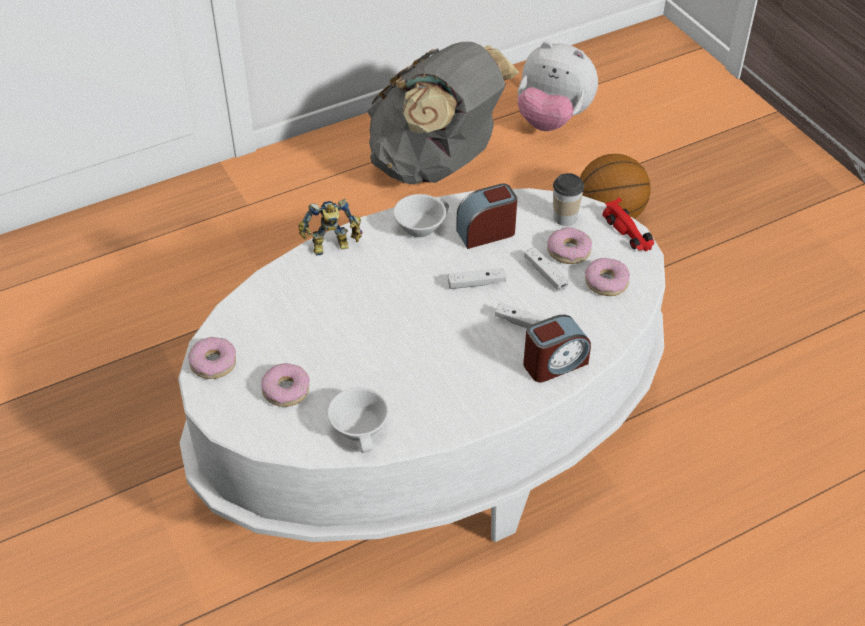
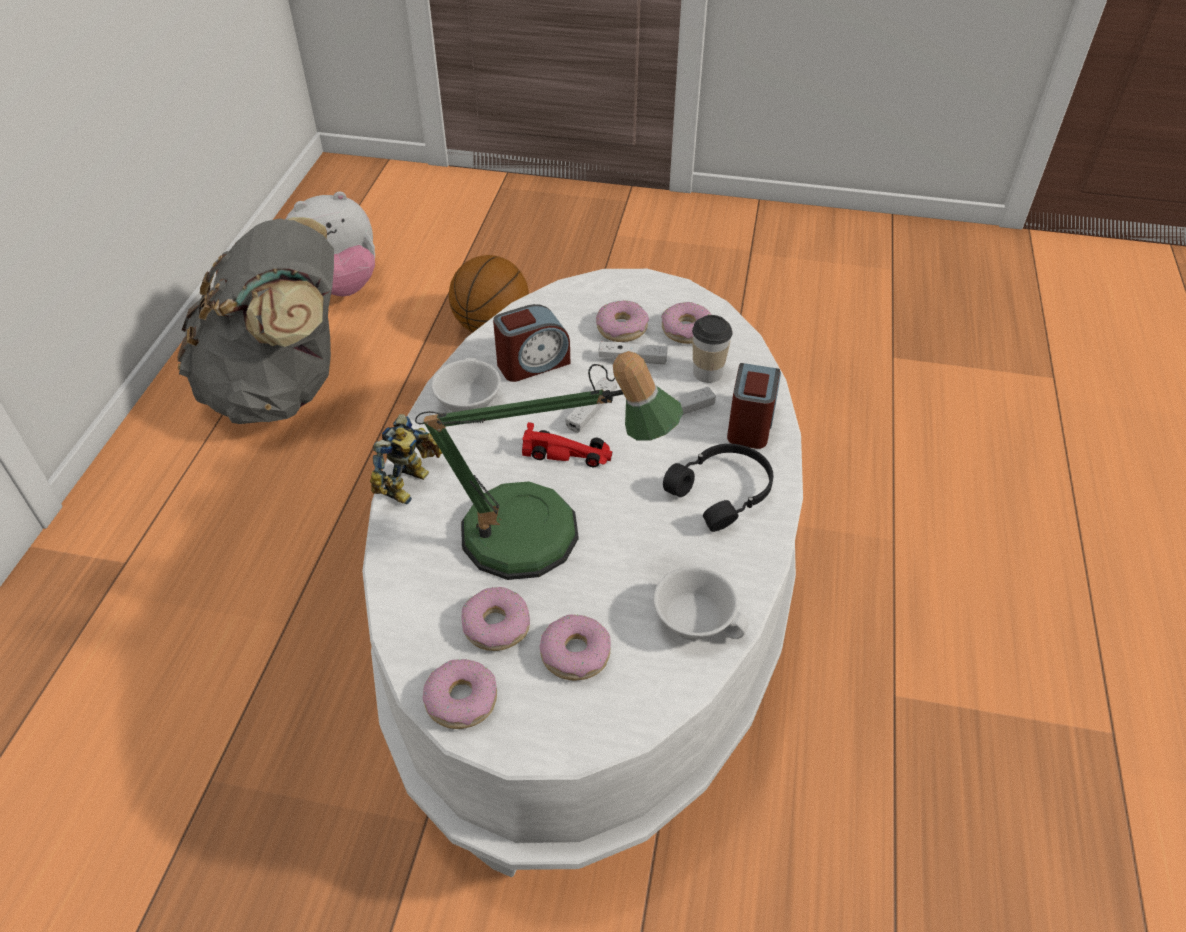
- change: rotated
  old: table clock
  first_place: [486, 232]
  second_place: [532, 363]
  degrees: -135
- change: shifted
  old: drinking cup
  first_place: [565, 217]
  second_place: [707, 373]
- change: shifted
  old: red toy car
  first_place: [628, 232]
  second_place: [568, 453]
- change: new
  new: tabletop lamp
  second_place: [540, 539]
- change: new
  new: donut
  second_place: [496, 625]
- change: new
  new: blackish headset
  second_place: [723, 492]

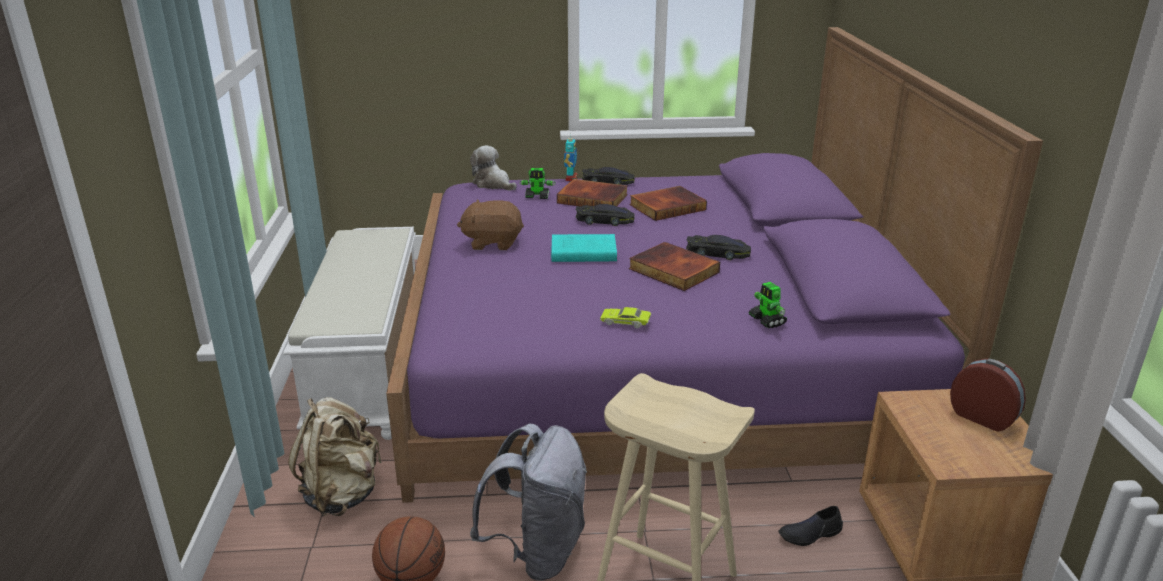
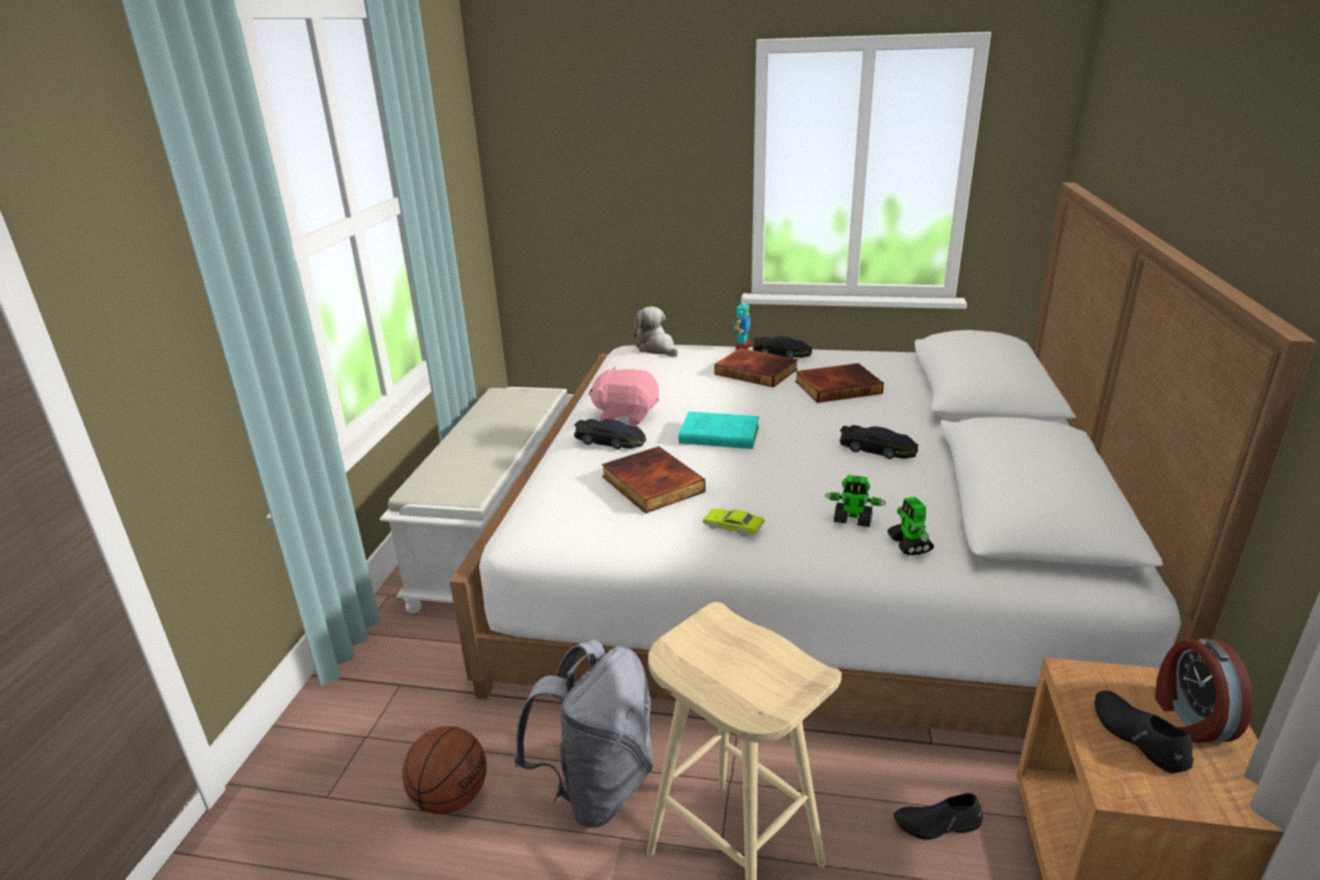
- change: gone
  old: beige knapsack
  first_place: [342, 494]
- change: repainted
  old: purplish bed
  new: white-coloured bed
  first_place: [650, 358]
  second_place: [802, 558]
- change: repainted
  old: brownish plush toy
  new: pink plush toy
  first_place: [493, 243]
  second_place: [626, 415]
- change: shifted
  old: model robot
  first_place: [537, 197]
  second_place: [853, 519]
- change: shifted
  old: blackish toy car
  first_place: [605, 220]
  second_place: [610, 440]
- change: shifted
  old: bound book
  first_place: [672, 271]
  second_place: [650, 484]
- change: rotated
  old: table clock
  first_place: [983, 417]
  second_place: [1190, 718]
  degrees: -150
- change: new
  new: blackish low shoe
  second_place: [1137, 737]

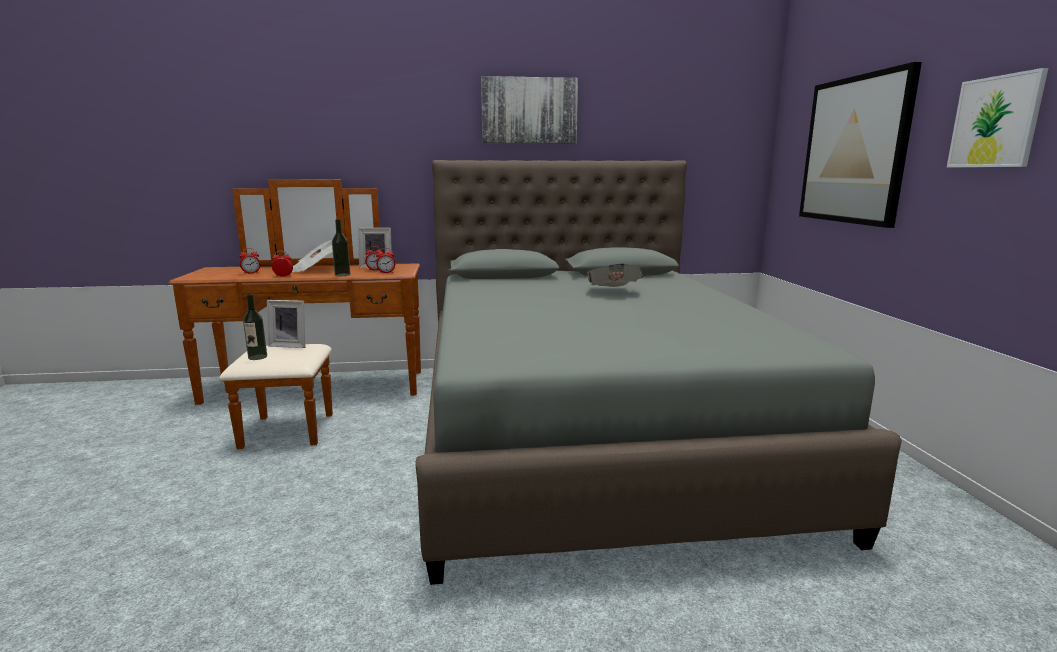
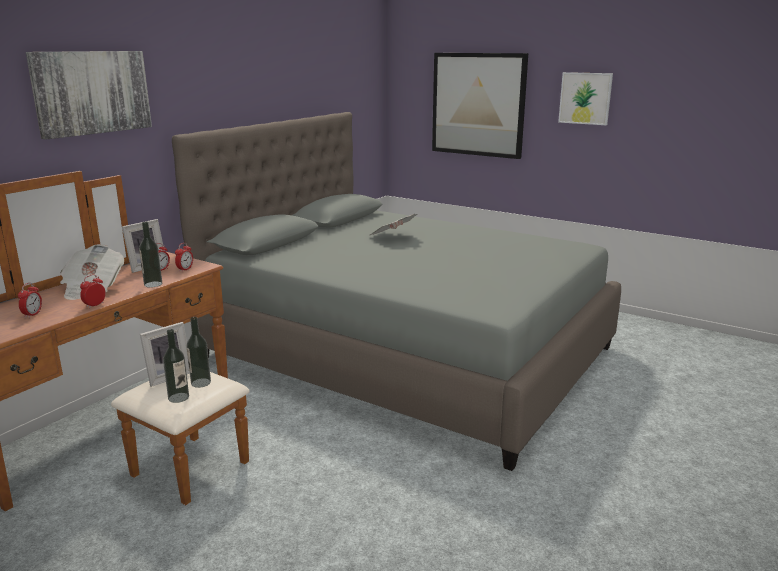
- change: shifted
  old: picture
  first_place: [529, 111]
  second_place: [92, 92]
- change: new
  new: beverage bottle
  second_place: [201, 383]

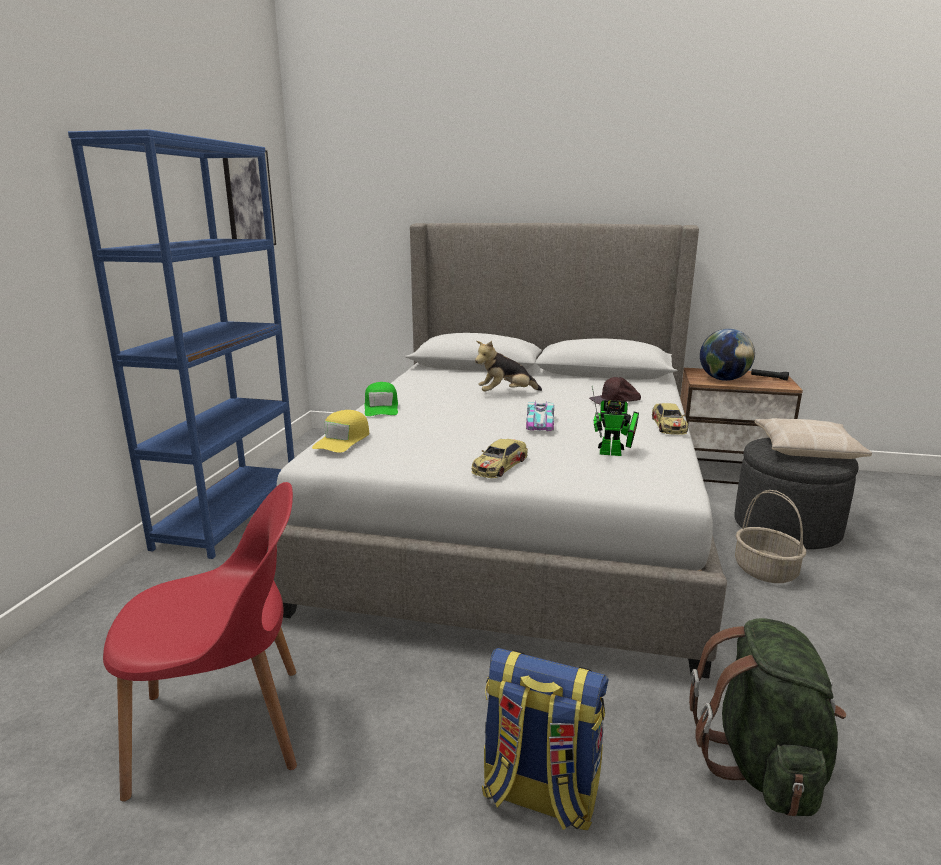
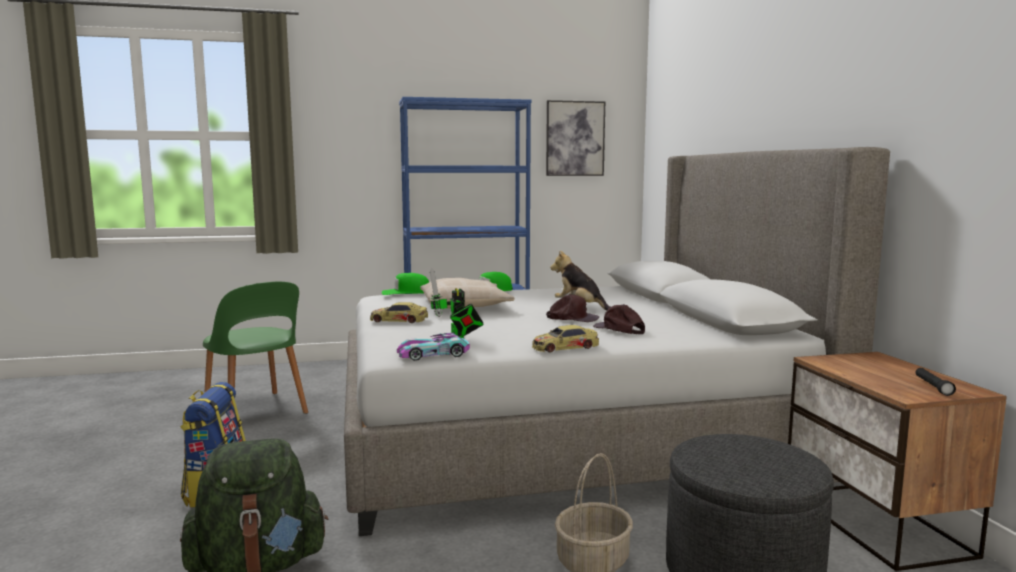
- change: repainted
  old: red chair
  new: greenish chair
  first_place: [226, 728]
  second_place: [255, 411]
- change: repainted
  old: yellow cap
  new: greenish cap
  first_place: [343, 440]
  second_place: [406, 292]
- change: shifted
  old: toy car
  first_place: [540, 423]
  second_place: [433, 354]
- change: gone
  old: desk globe
  first_place: [723, 379]
- change: shifted
  old: beige pillow
  first_place: [806, 449]
  second_place: [465, 305]
- change: new
  new: brownish cap
  second_place: [573, 318]

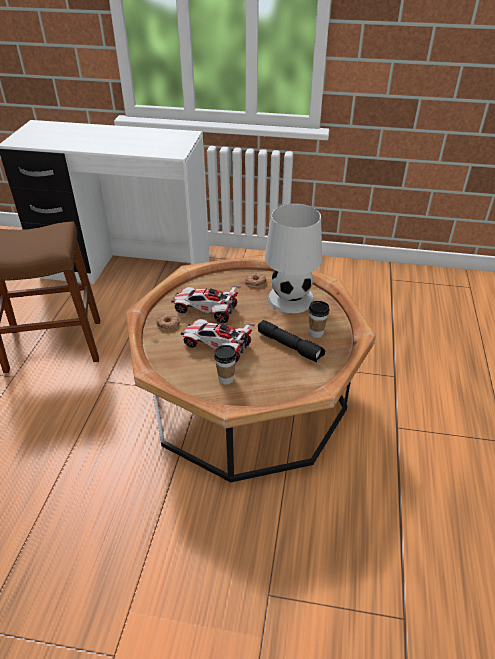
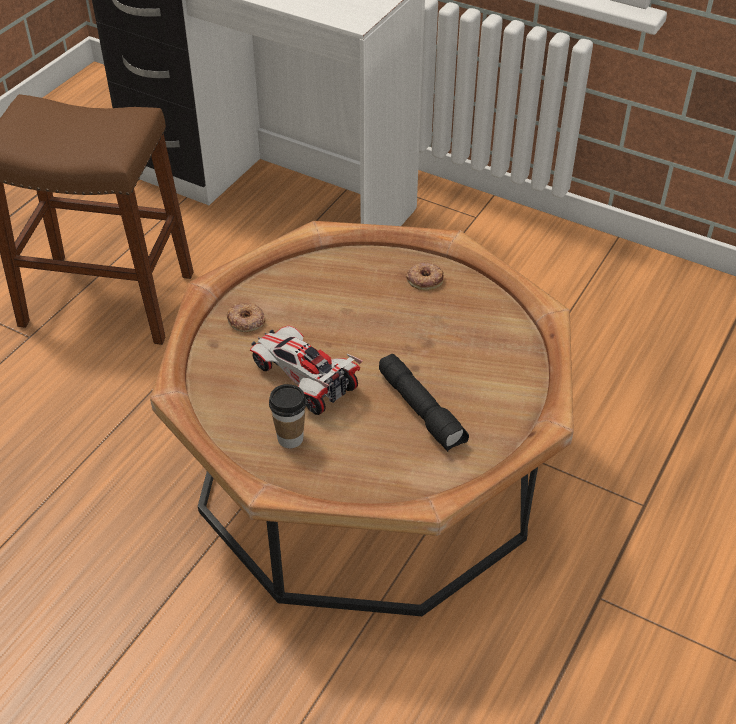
- change: gone
  old: toy car
  first_place: [206, 311]
- change: gone
  old: white-coloured tabletop lamp
  first_place: [290, 299]
- change: gone
  old: drinking cup
  first_place: [316, 333]

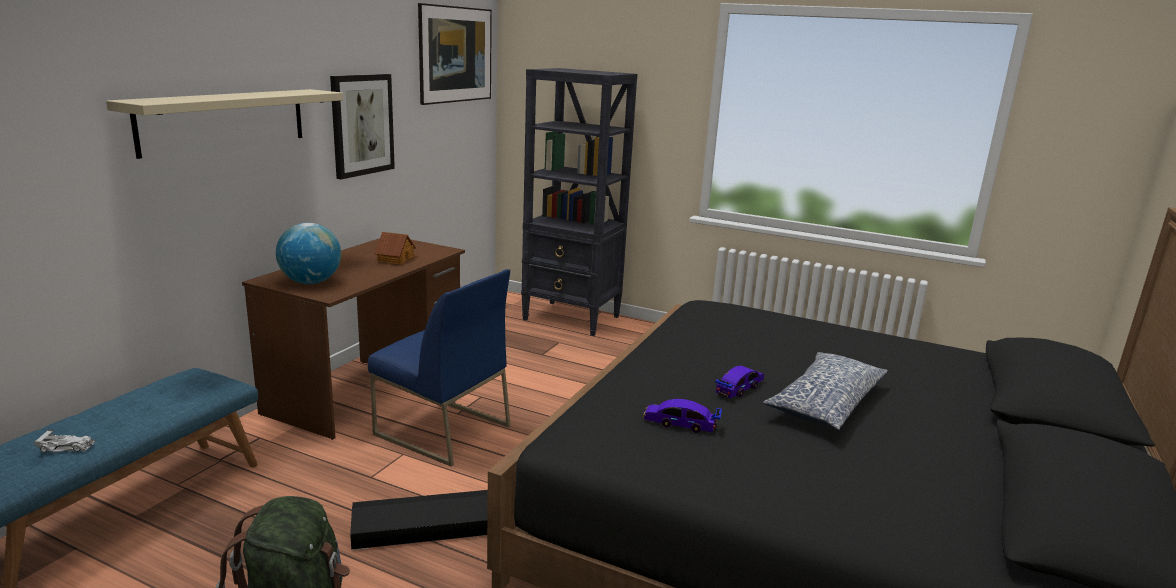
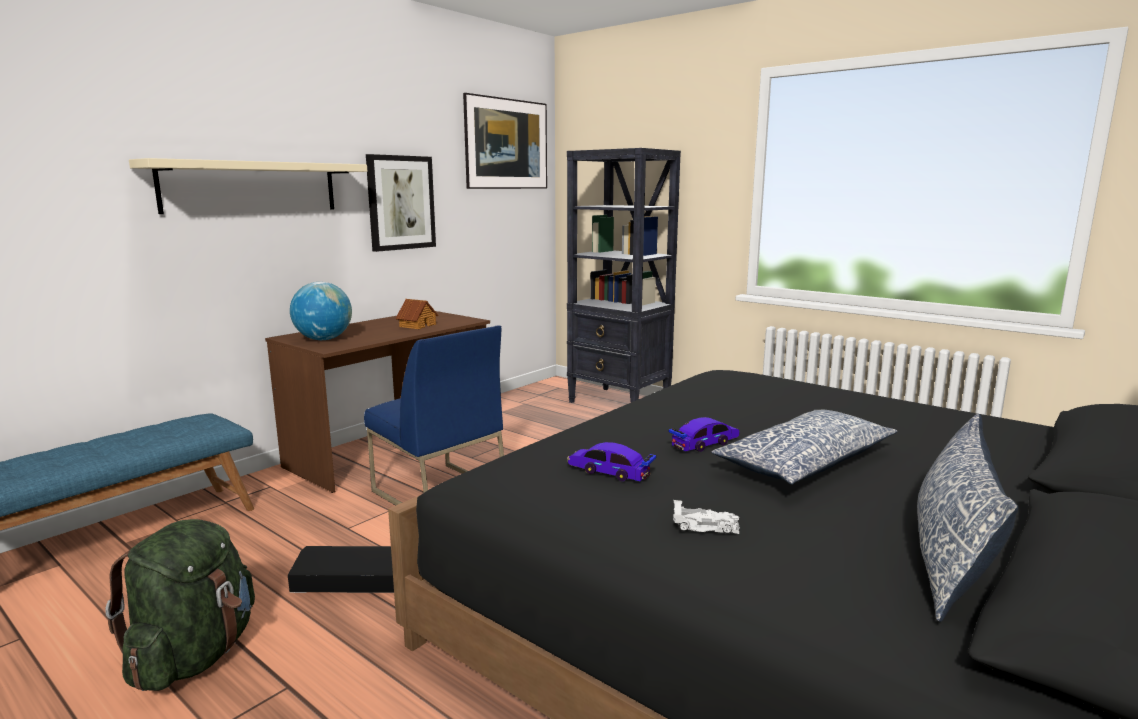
- change: shifted
  old: white-coloured toy car
  first_place: [67, 447]
  second_place: [705, 526]
- change: new
  new: pillow
  second_place: [950, 553]

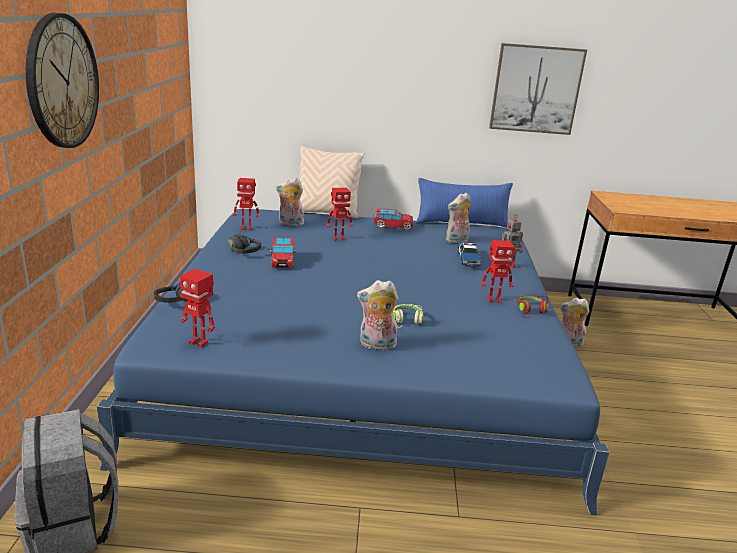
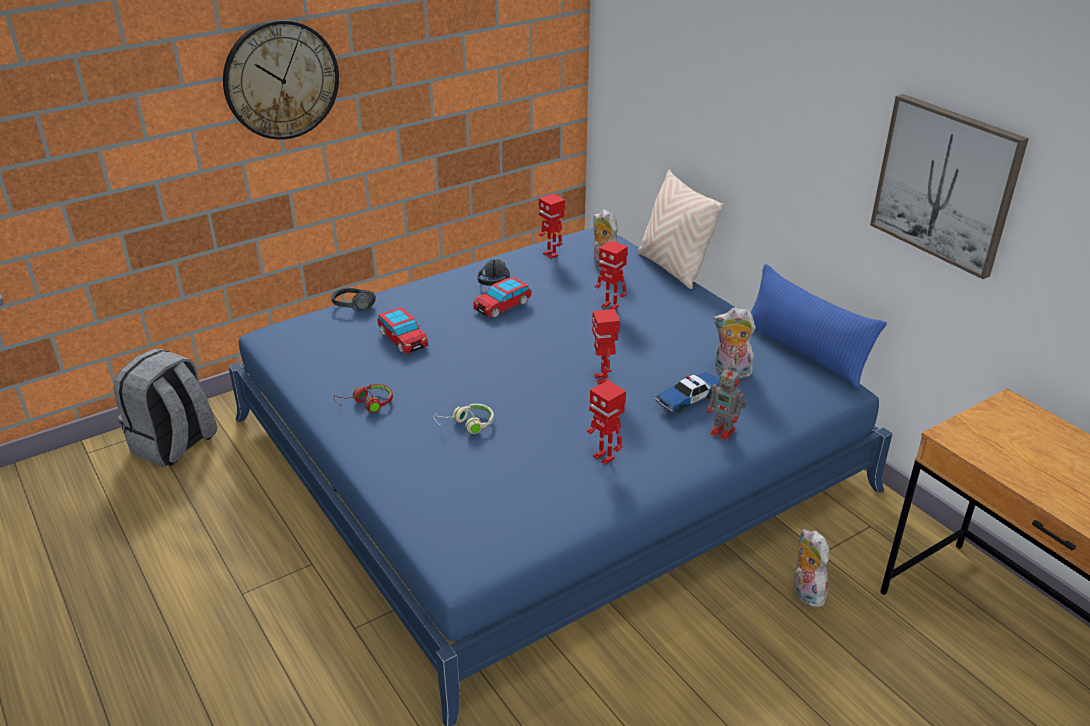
- change: shifted
  old: model robot
  first_place: [199, 342]
  second_place: [603, 379]
- change: gone
  old: plush toy
  first_place: [376, 345]
- change: shifted
  old: toy car
  first_place: [392, 226]
  second_place: [403, 339]
- change: shifted
  old: red headset
  first_place: [530, 311]
  second_place: [367, 404]

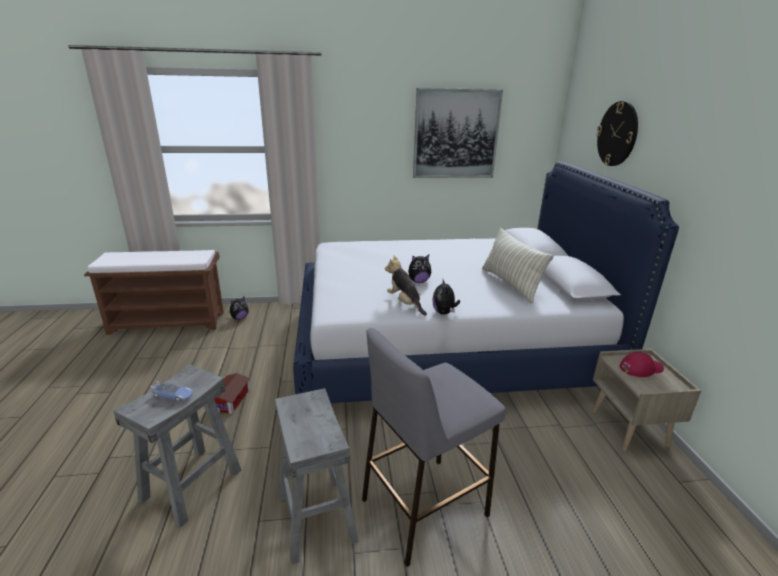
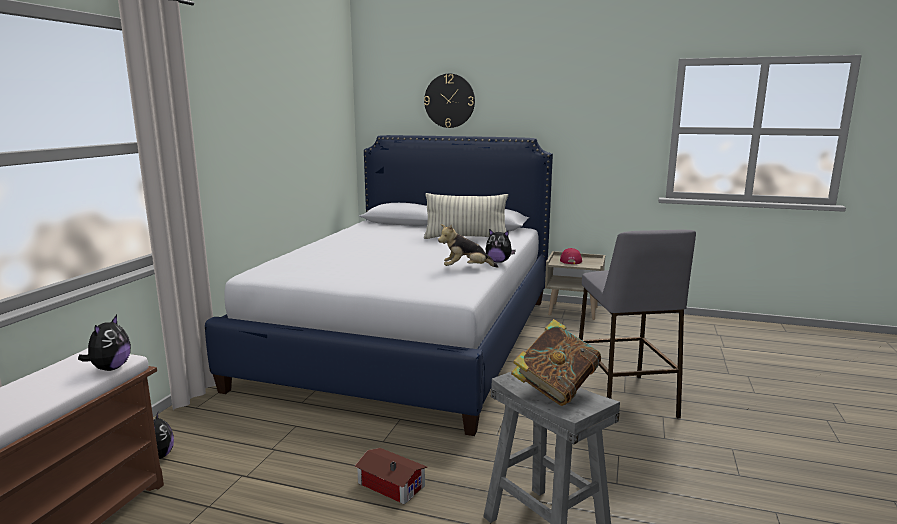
- change: swapped
  old: toy car
  new: bound book
  first_place: [173, 395]
  second_place: [555, 390]
- change: gone
  old: greyish sitting stool
  first_place: [315, 516]
- change: shifted
  old: plush toy
  first_place: [418, 281]
  second_place: [110, 368]
- change: gone
  old: picture
  first_place: [456, 134]

